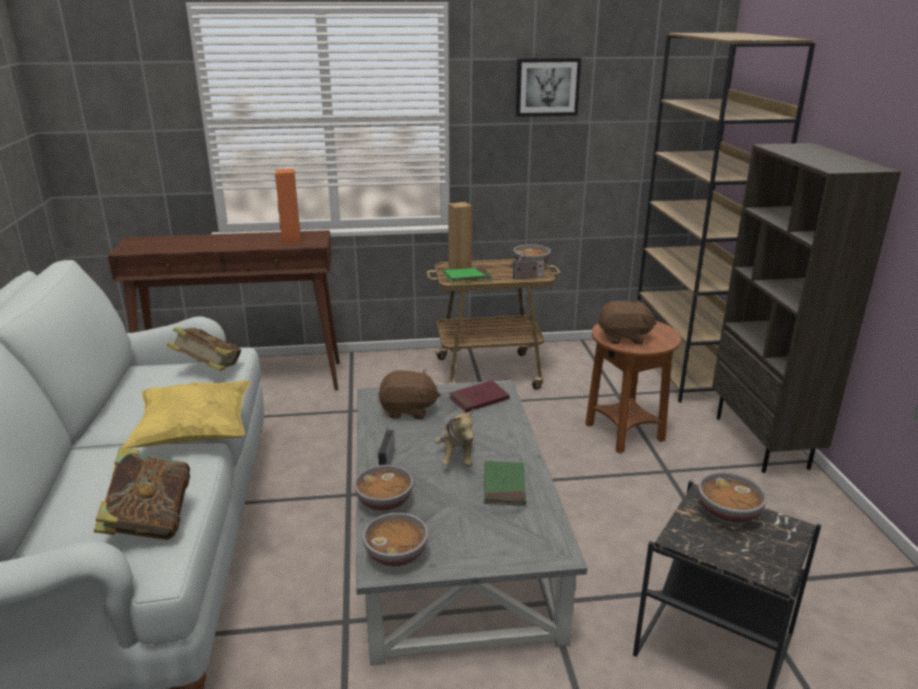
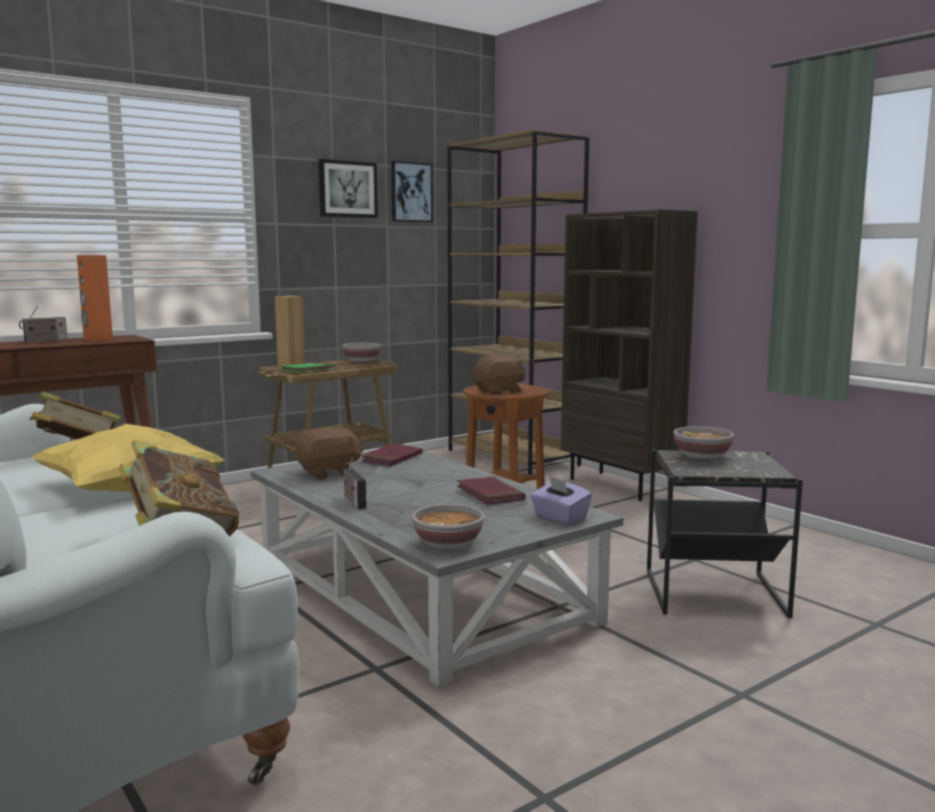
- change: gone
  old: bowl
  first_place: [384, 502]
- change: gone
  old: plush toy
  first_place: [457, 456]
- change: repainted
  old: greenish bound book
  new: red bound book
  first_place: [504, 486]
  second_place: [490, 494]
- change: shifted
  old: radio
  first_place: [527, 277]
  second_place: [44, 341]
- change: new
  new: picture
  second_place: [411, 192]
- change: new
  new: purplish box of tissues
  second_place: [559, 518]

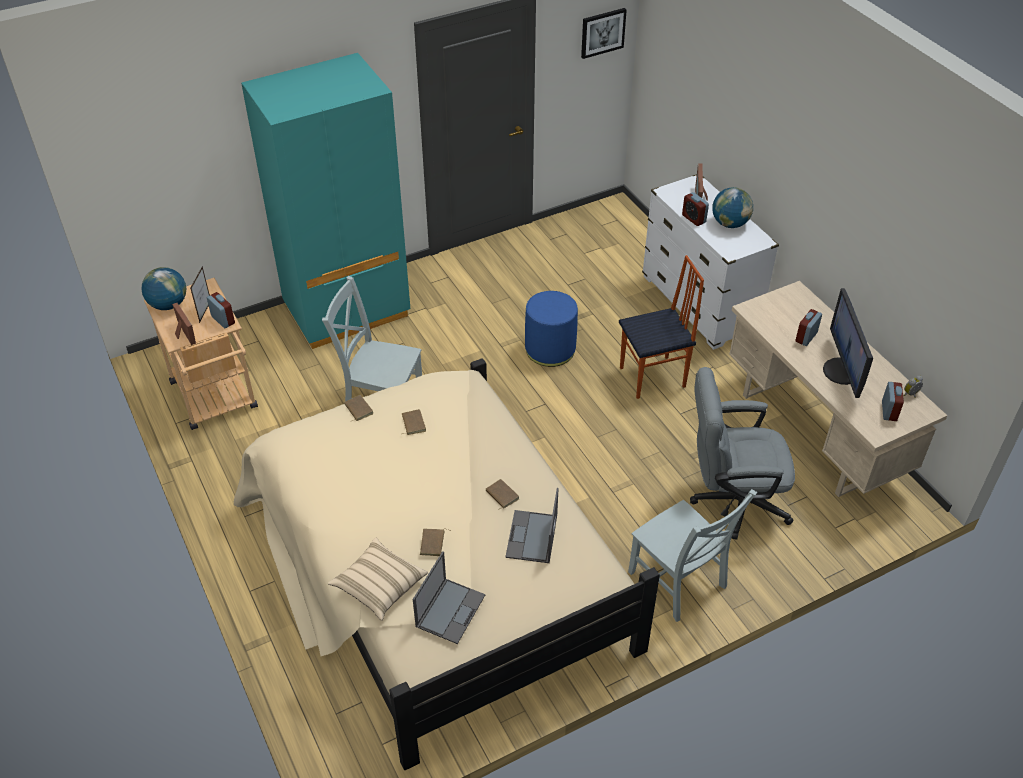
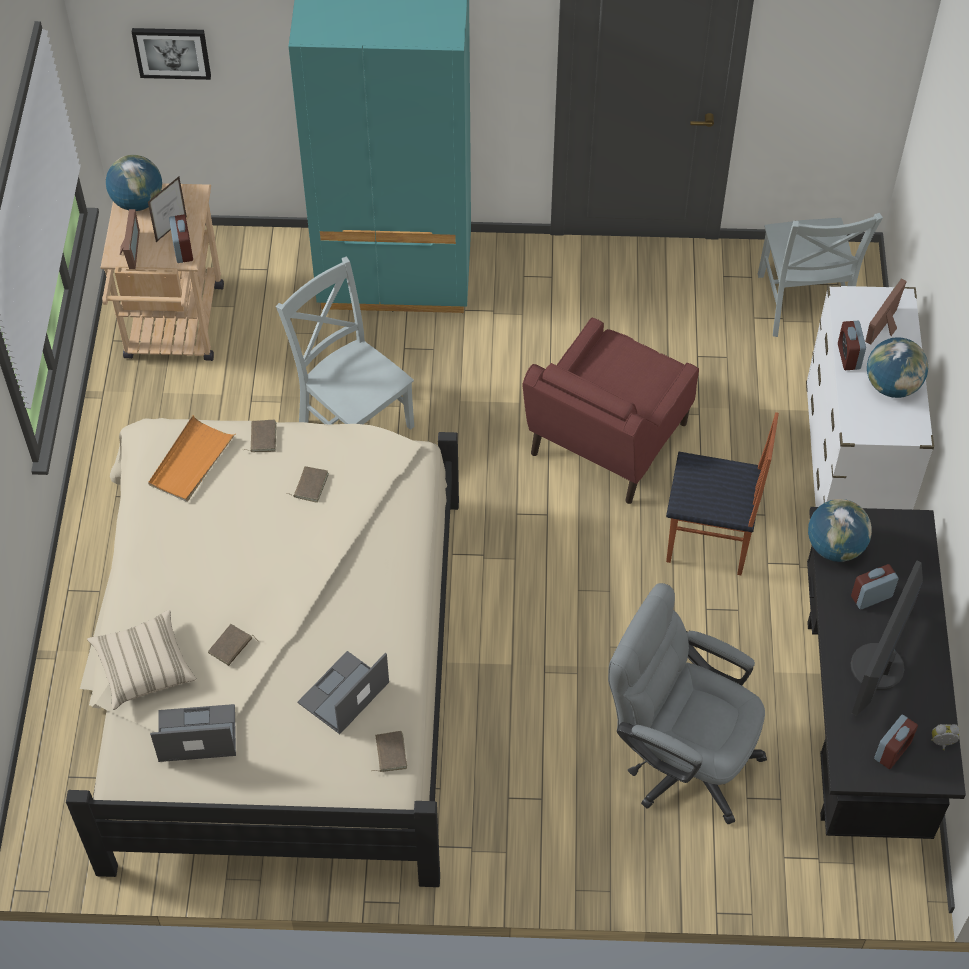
- change: rotated
  old: portable computer
  first_place: [450, 610]
  second_place: [196, 734]
  degrees: -150
- change: shifted
  old: brownish bound book
  first_place: [501, 495]
  second_place: [389, 753]
- change: swapped
  old: bluish ottoman
  new: red armchair
  first_place: [550, 349]
  second_place: [606, 441]
- change: shifted
  old: picture
  first_place: [602, 32]
  second_place: [172, 52]
- change: shifted
  old: greyish chair
  first_place: [679, 583]
  second_place: [802, 305]
- change: repainted
  old: beige desk table
  new: blackish desk table
  first_place: [814, 433]
  second_place: [860, 721]
- change: new
  new: orange-coloured tray
  second_place: [191, 462]
- change: new
  new: desk globe
  second_place: [835, 547]

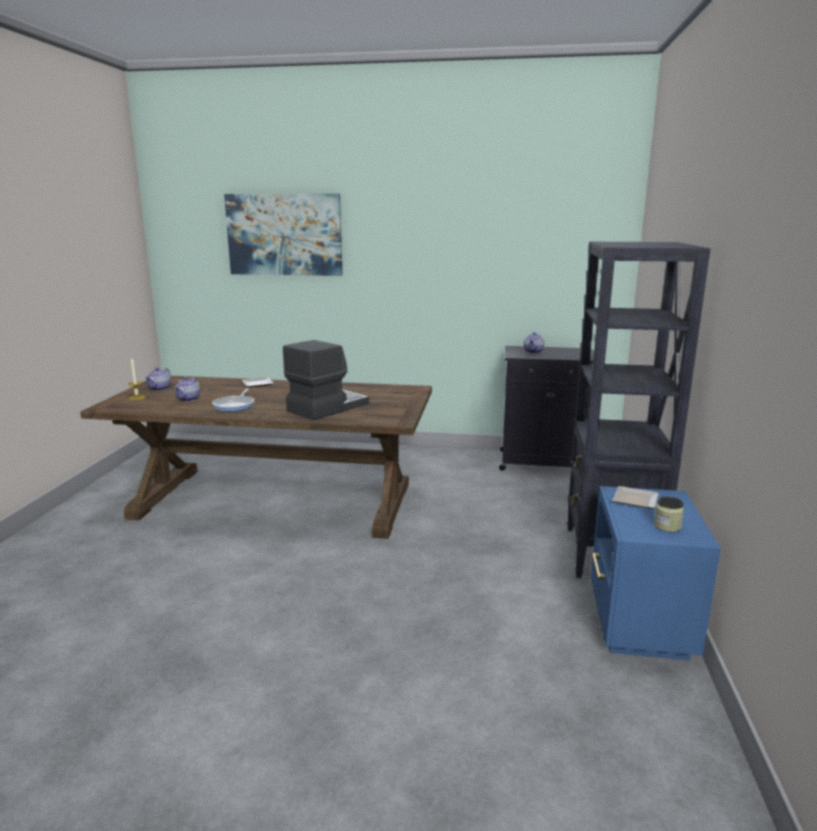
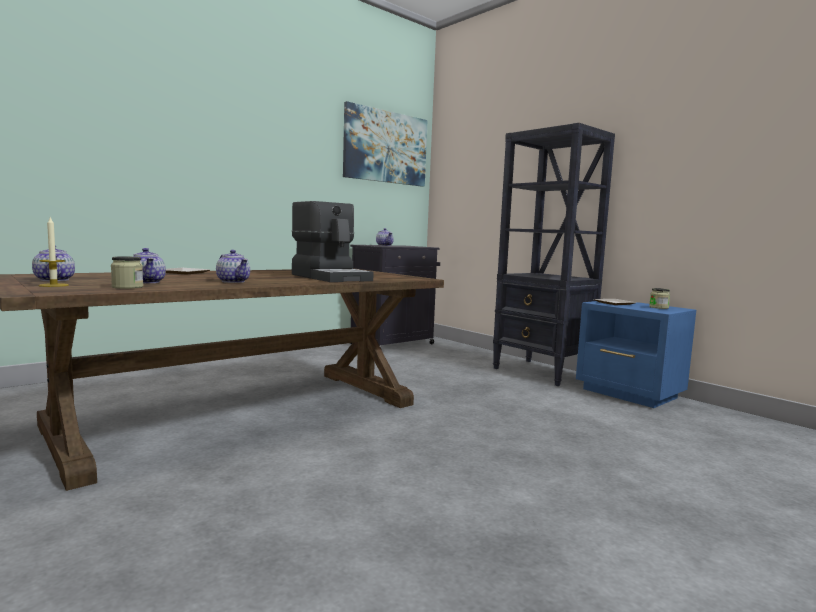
- change: swapped
  old: skillet
  new: teapot
  first_place: [235, 405]
  second_place: [234, 281]
- change: shifted
  old: picture
  first_place: [284, 235]
  second_place: [386, 147]
- change: rotated
  old: coffee brewer
  first_place: [327, 407]
  second_place: [331, 277]
  degrees: 150
- change: new
  new: storage jar
  second_place: [127, 287]

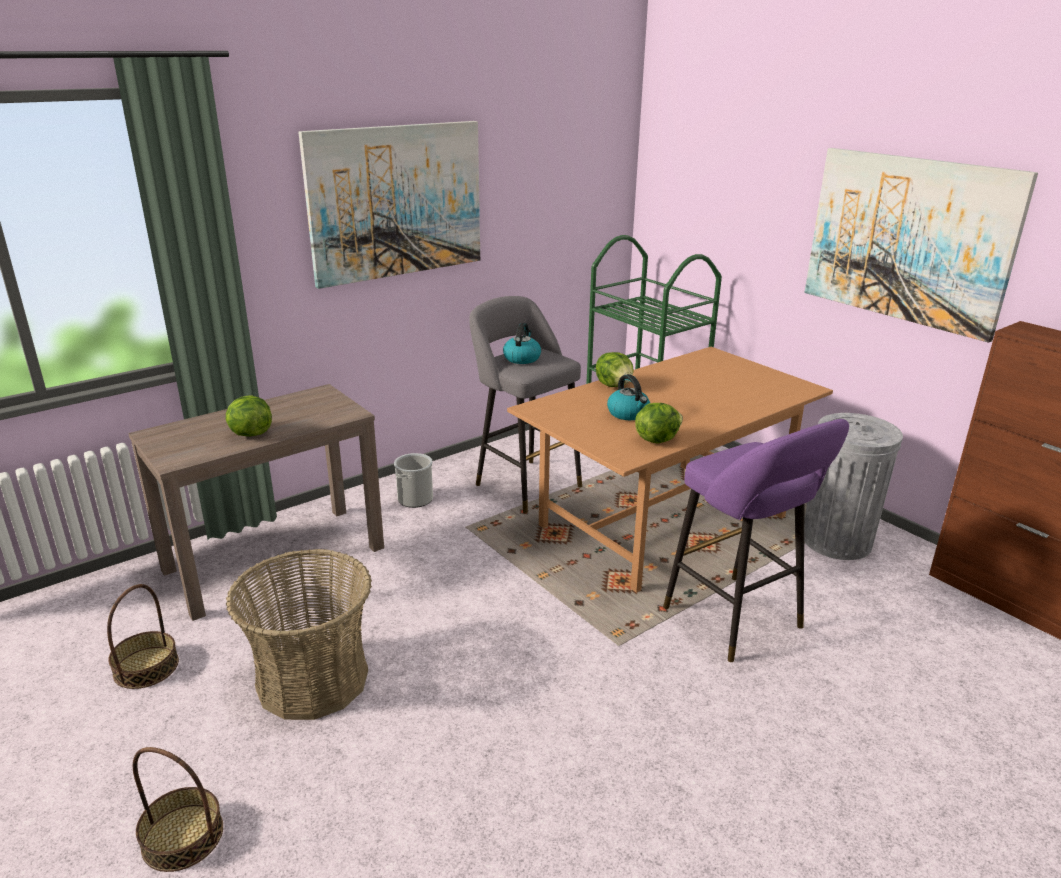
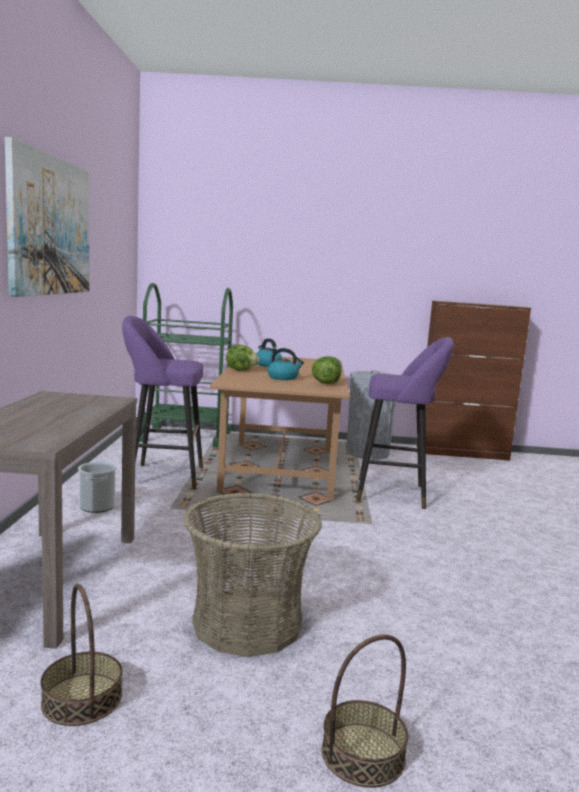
- change: gone
  old: head of lettuce
  first_place: [250, 434]
- change: repainted
  old: greyish sitting stool
  new: purplish sitting stool
  first_place: [524, 483]
  second_place: [161, 476]
- change: shifted
  old: kettle
  first_place: [522, 358]
  second_place: [267, 364]
- change: gone
  old: picture
  first_place: [908, 239]

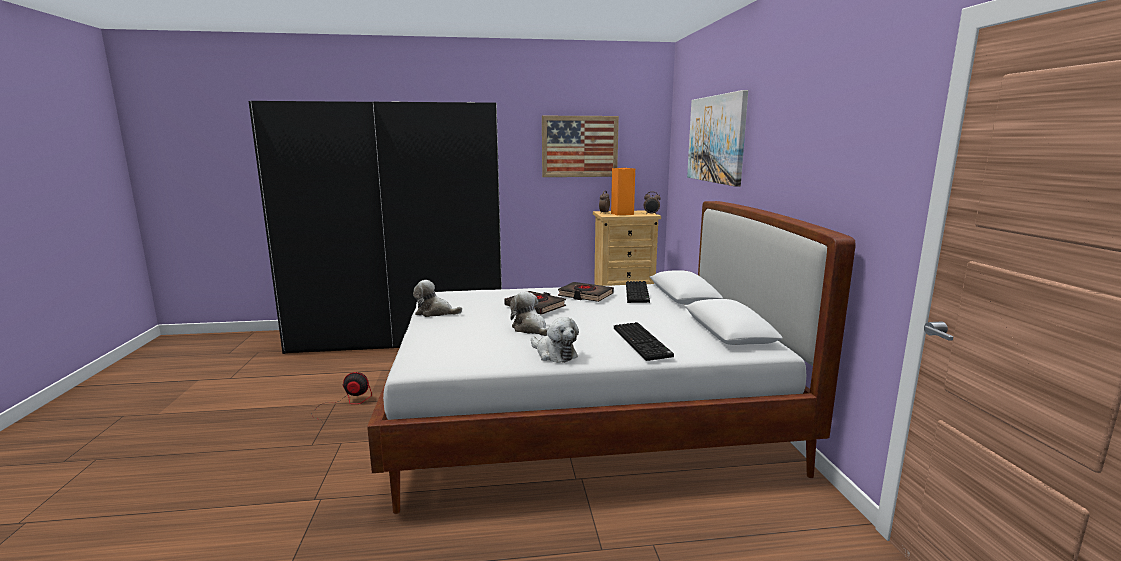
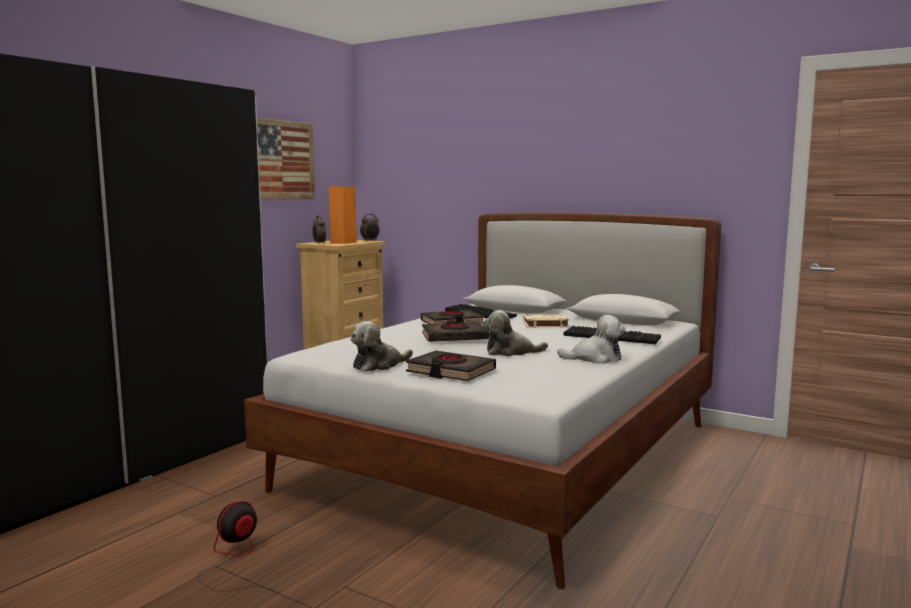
- change: gone
  old: picture
  first_place: [716, 139]
- change: new
  new: blackish bound book
  second_place: [450, 371]
- change: new
  new: beige bound book
  second_place: [545, 324]

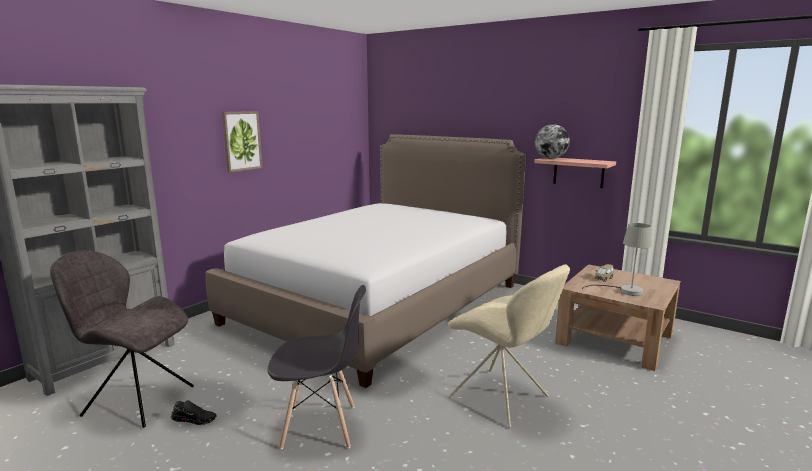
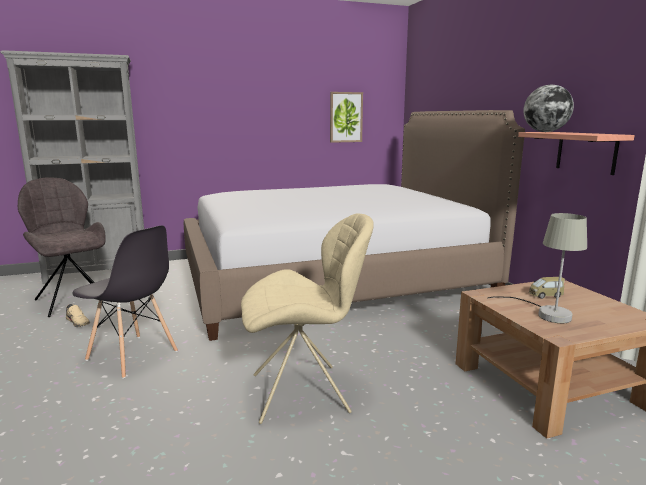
- change: repainted
  old: blackish low shoe
  new: beige low shoe
  first_place: [195, 419]
  second_place: [78, 322]
- change: shifted
  old: picture
  first_place: [242, 141]
  second_place: [345, 117]
- change: rotated
  old: beige chair
  first_place: [502, 399]
  second_place: [304, 392]
  degrees: -90

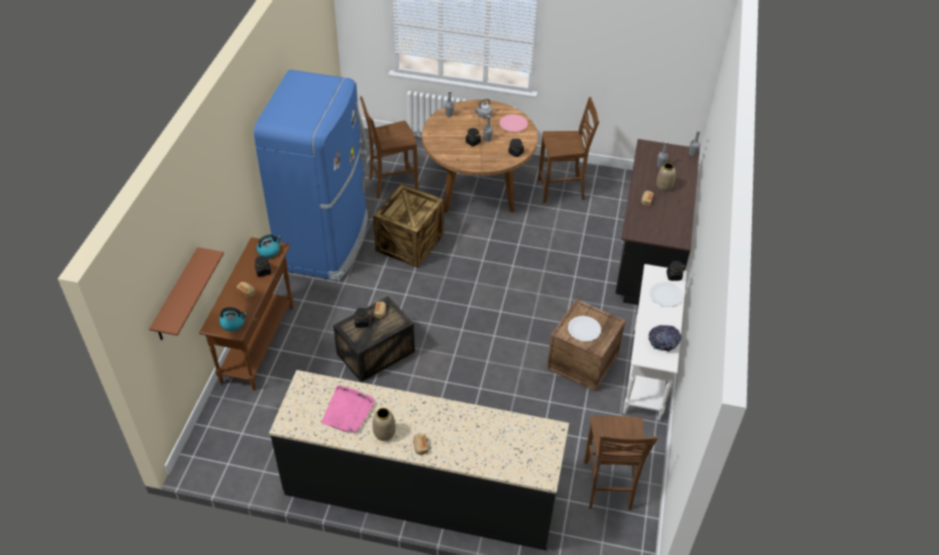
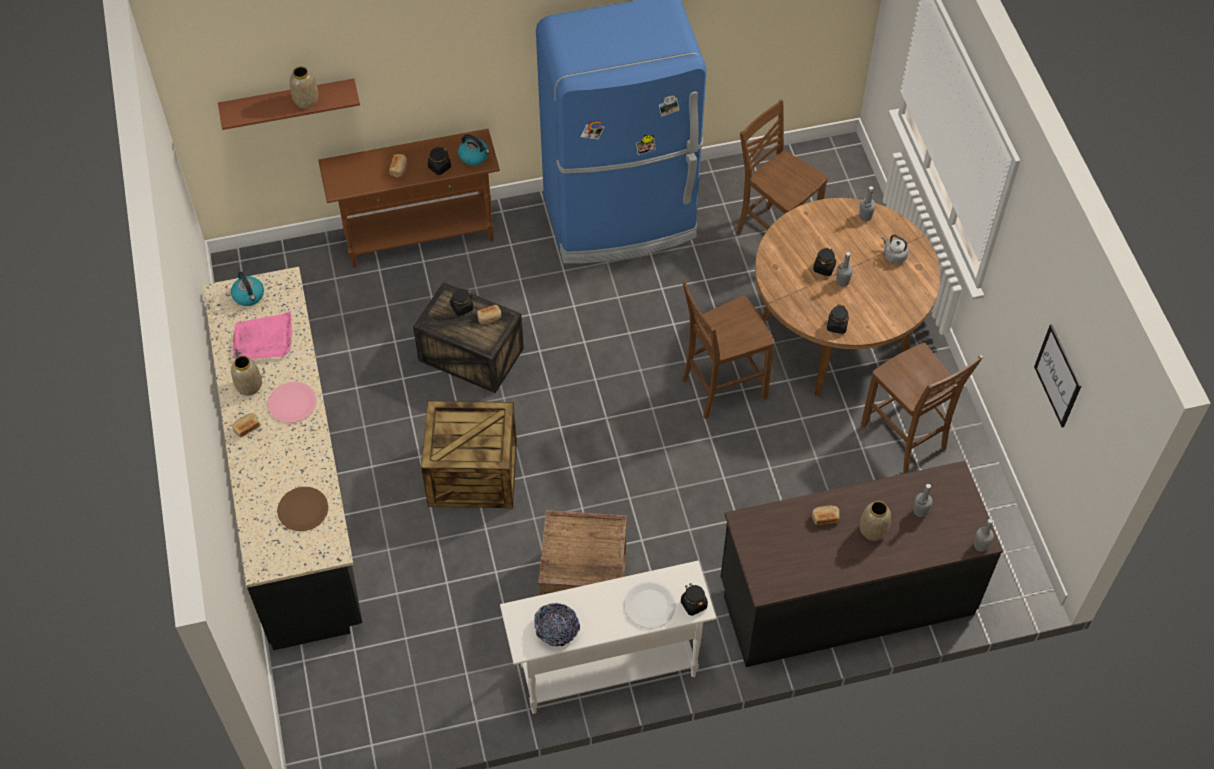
- change: shifted
  old: kettle
  first_place: [233, 323]
  second_place: [249, 296]
- change: shifted
  old: shipping crate
  first_place: [409, 242]
  second_place: [473, 473]
- change: shifted
  old: pink flat dish
  first_place: [513, 124]
  second_place: [292, 403]
- change: gone
  old: white-coloured flat dish
  first_place: [584, 329]
- change: shifted
  old: brownish chair
  first_place: [608, 486]
  second_place: [721, 388]
- change: new
  new: brownish flat dish
  second_place: [303, 509]
- change: new
  new: vase
  second_place: [306, 100]
- change: new
  new: picture
  second_place: [1058, 375]

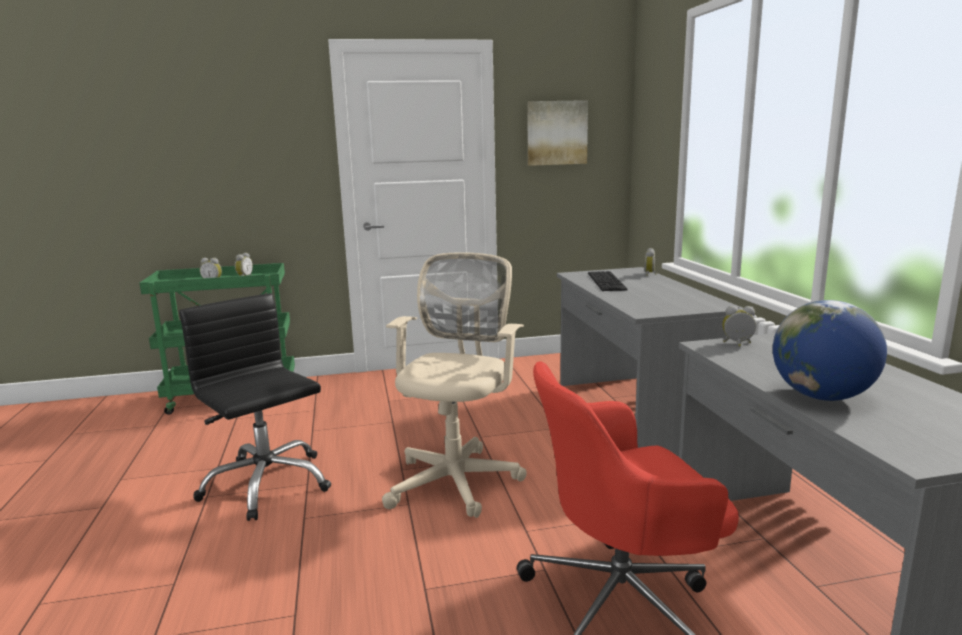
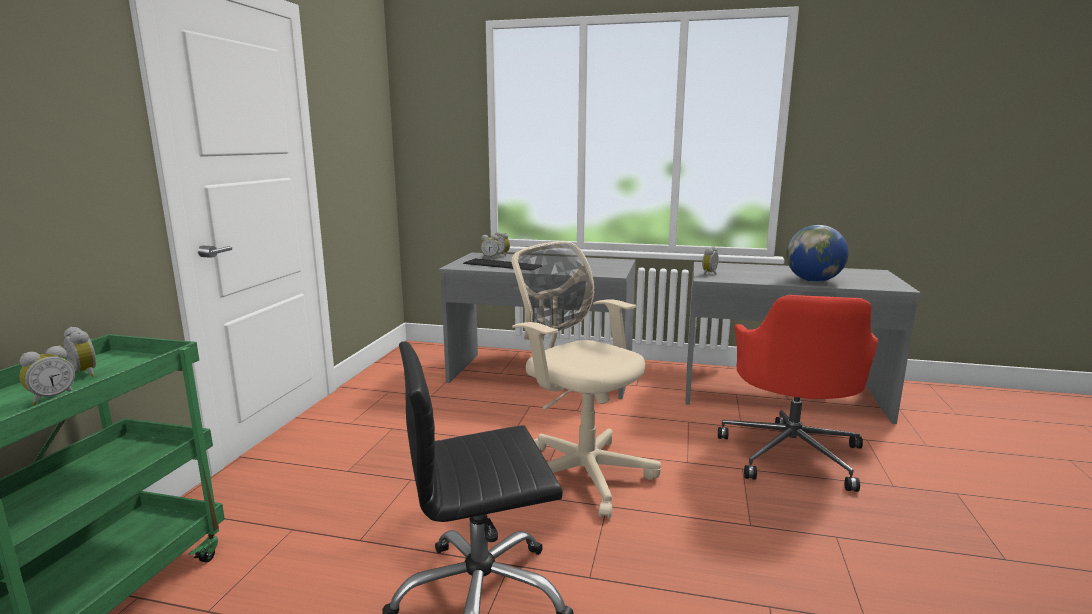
- change: gone
  old: picture
  first_place: [556, 133]
- change: new
  new: table clock
  second_place: [490, 258]

